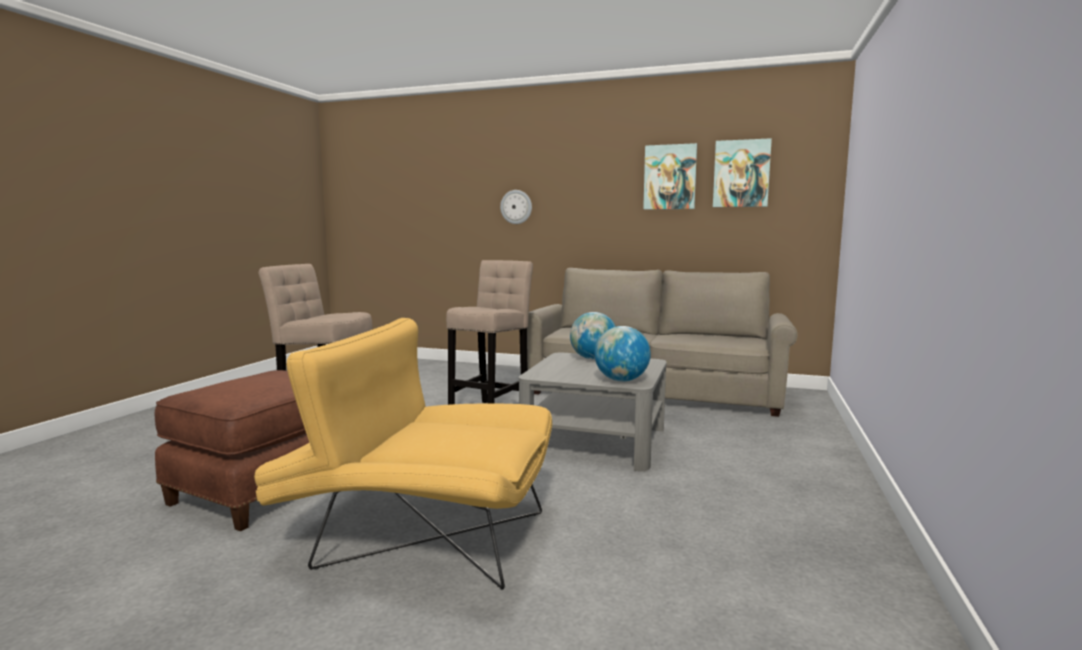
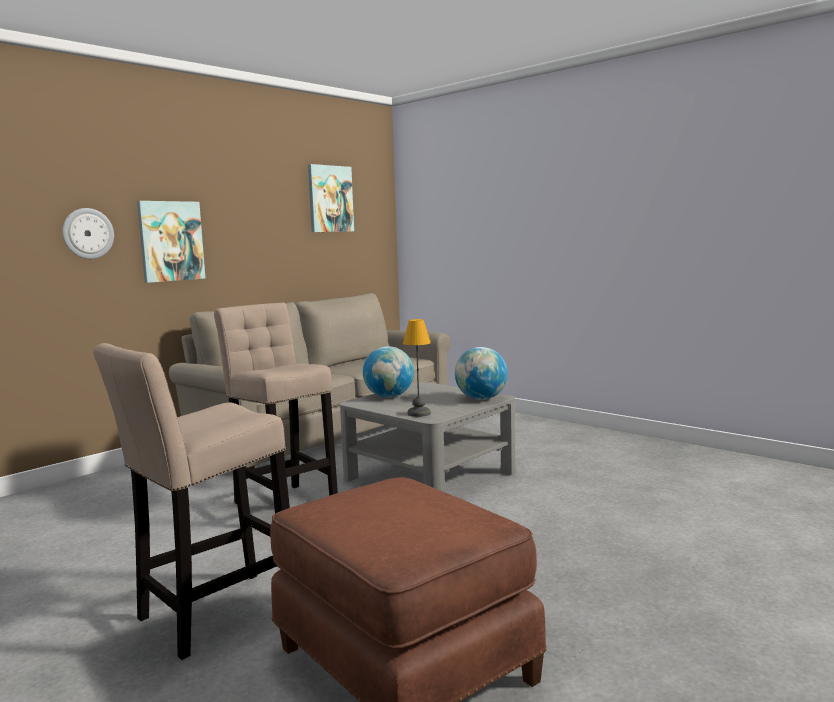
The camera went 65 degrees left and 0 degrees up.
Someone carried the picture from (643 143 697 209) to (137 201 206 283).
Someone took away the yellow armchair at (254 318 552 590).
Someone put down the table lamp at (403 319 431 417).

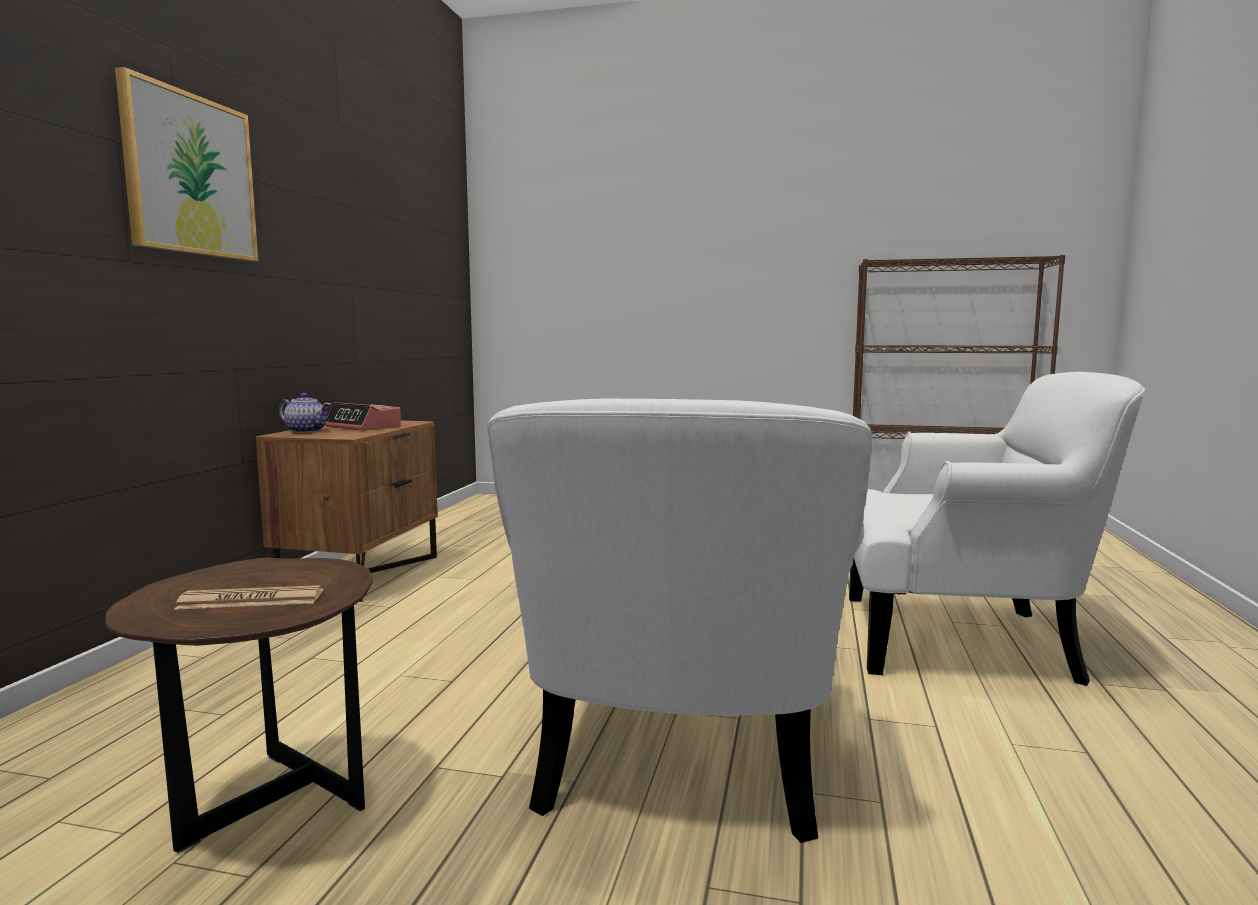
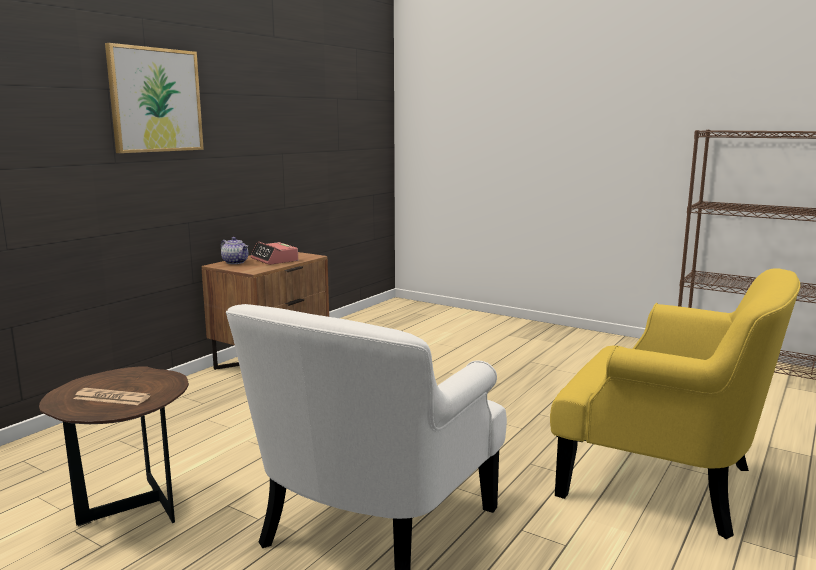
The camera went 20 degrees right and 5 degrees up.
Someone repainted the white armchair at (849 372 1145 686), which became the yellow armchair at (550 268 800 539).

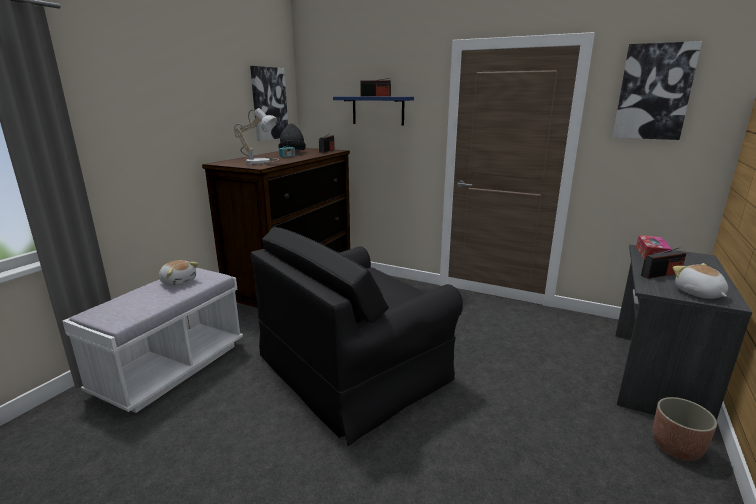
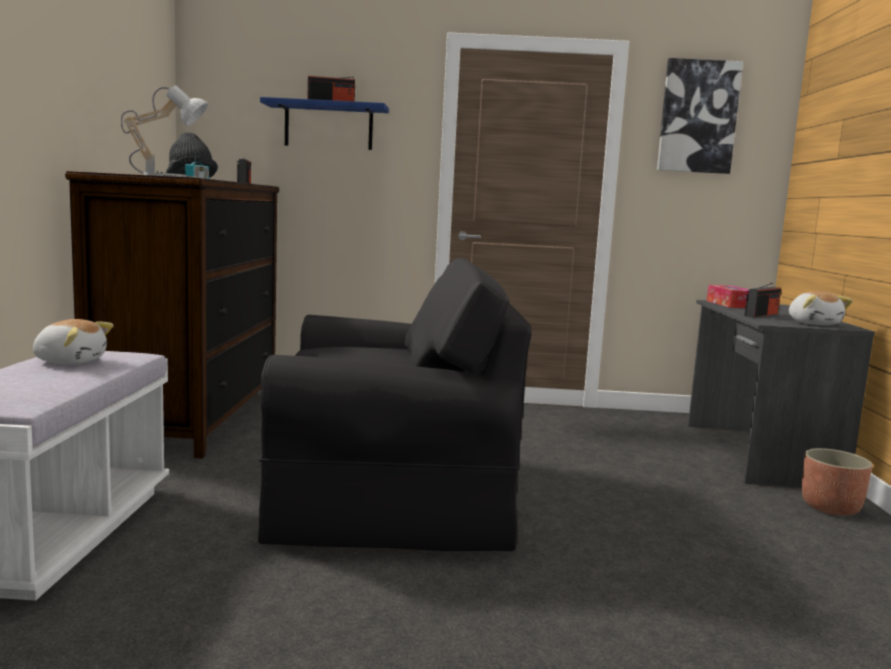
The camera went 25 degrees left and 10 degrees down.
Someone took away the picture at (250 66 288 141).
Someone rotated the black armchair at (250 227 463 446) by 120 degrees counterclockwise.
Someone rotated the plush toy at (673 263 728 299) by 150 degrees counterclockwise.

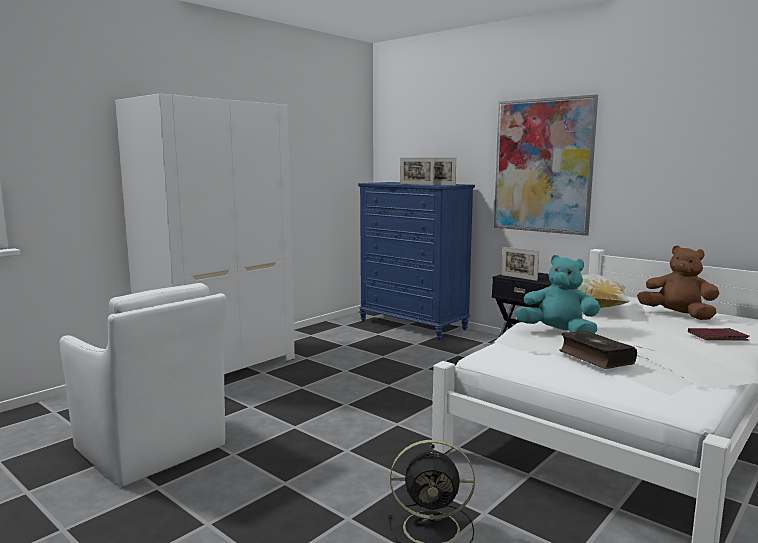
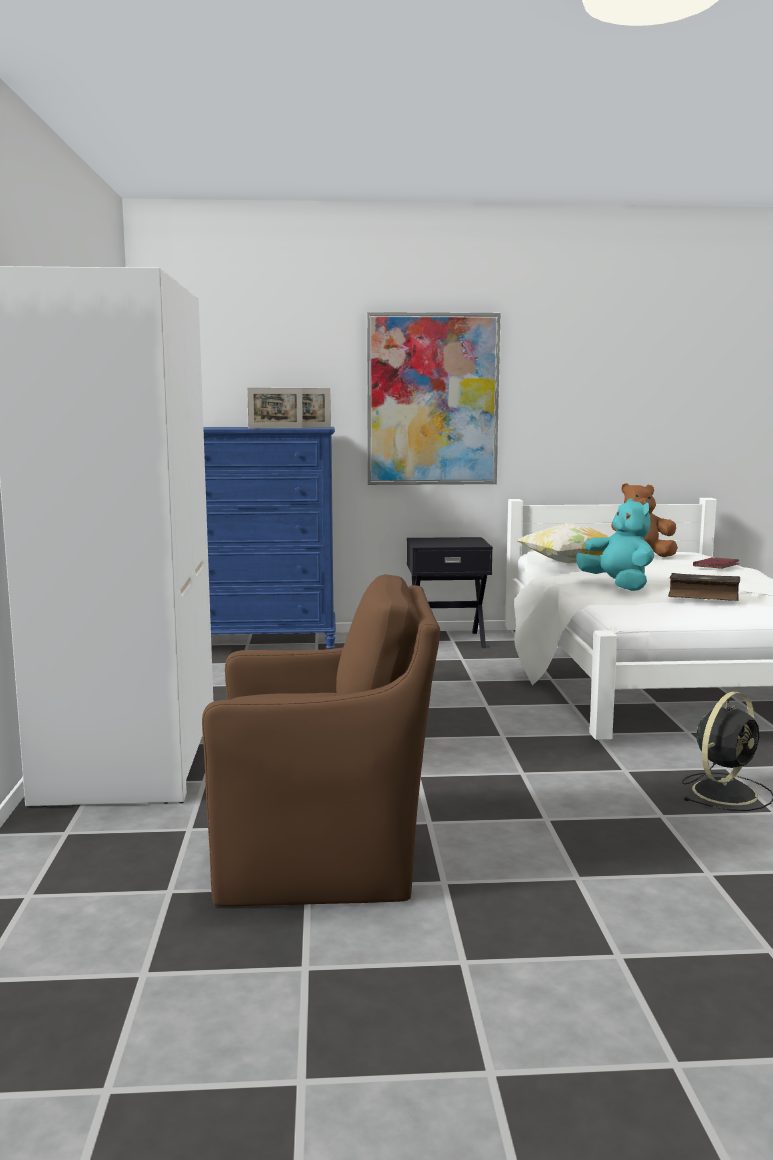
The camera went 45 degrees left and 0 degrees up.
Someone took away the picture frame at (501 247 539 281).
Someone rotated the turquoise plush toy at (515 255 600 334) by 75 degrees clockwise.
Someone repainted the white armchair at (60 283 227 487), which became the brown armchair at (202 574 440 906).

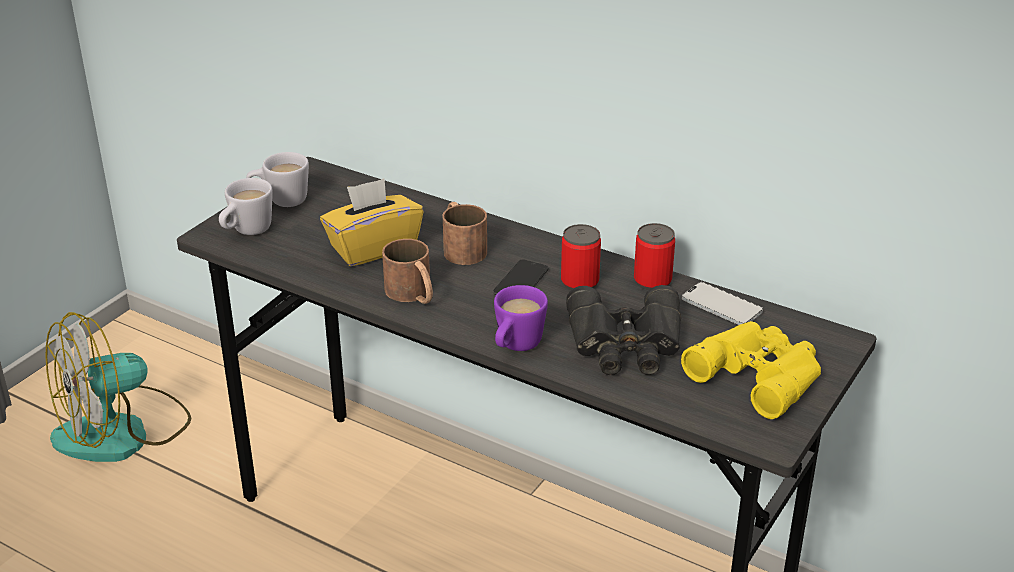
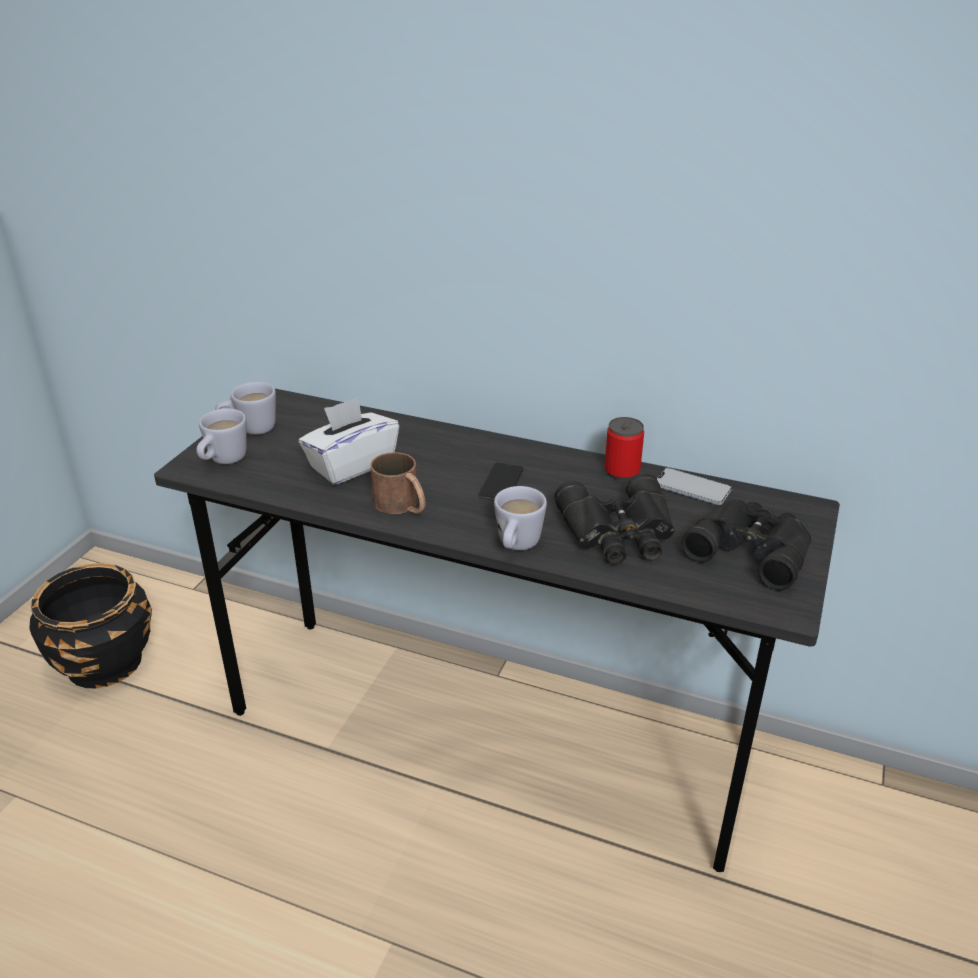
The camera went 10 degrees left and 0 degrees up.
Someone repainted the yellow tissue box at (320 178 424 266), which became the white tissue box at (299 397 399 485).
Someone took away the brown mug at (443 202 487 265).
Someone took away the can at (561 224 601 290).
Someone repainted the purple mug at (494 285 548 351), which became the white mug at (494 486 547 550).
Someone swapped the fan at (46 312 191 462) for the black planter at (29 563 152 689).
Someone repainted the yellow binoculars at (681 321 821 419), which became the black binoculars at (681 499 811 591).

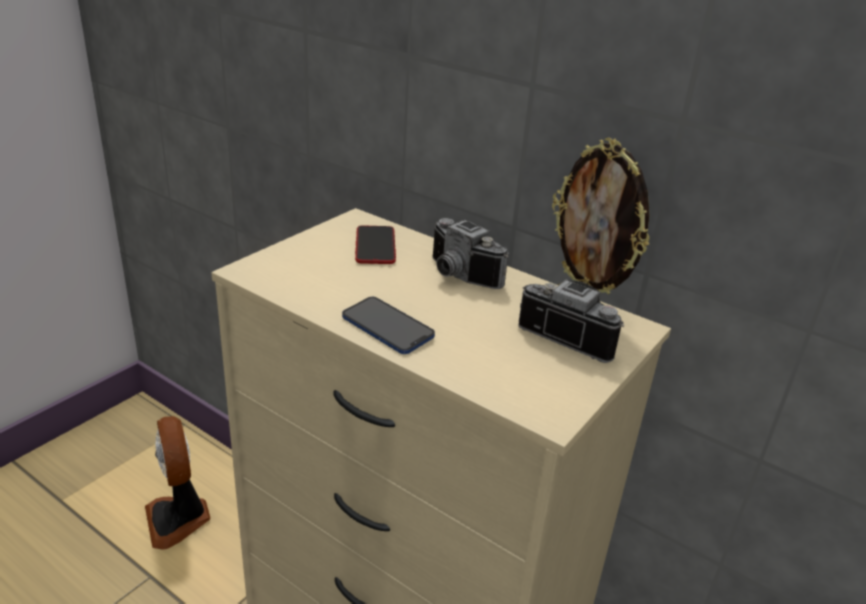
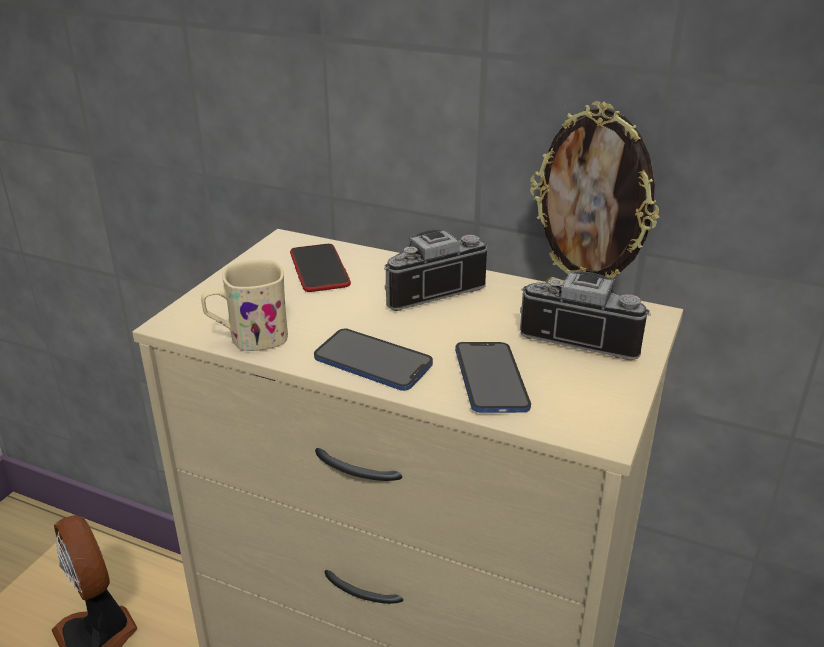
The camera went 10 degrees left and 0 degrees up.
Someone rotated the photo camera at (433 218 508 289) by 120 degrees clockwise.
Someone put down the beige mug at (201 259 288 351).
Someone put down the phone at (455 342 531 413).

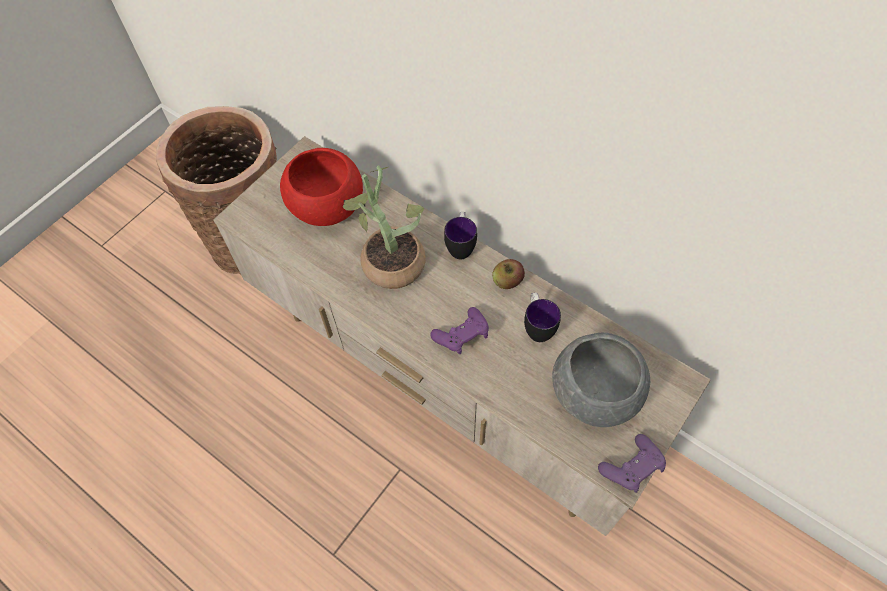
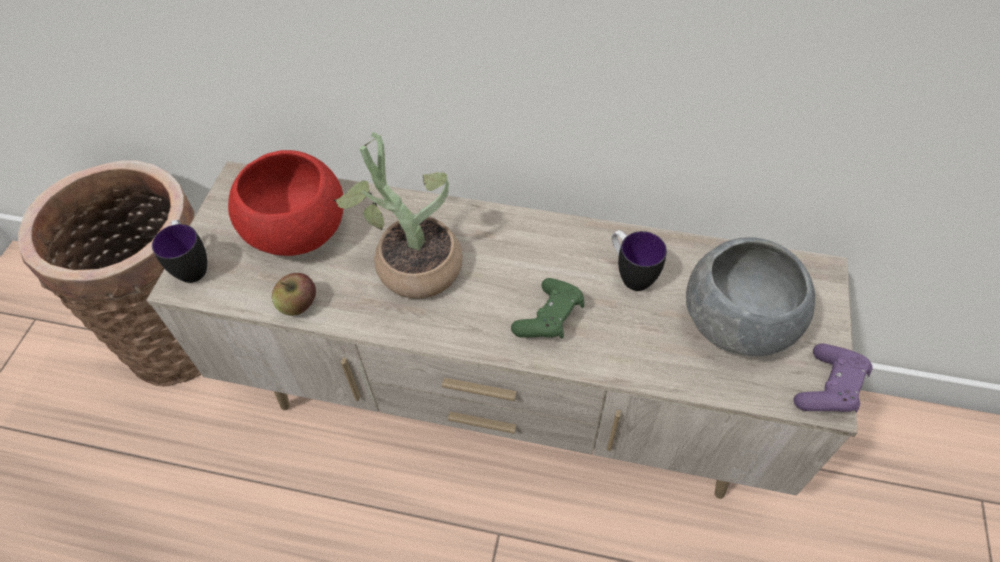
The camera went 25 degrees left and 5 degrees down.
Someone carried the mug from (444 212 477 259) to (152 220 207 283).
Someone carried the apple from (492 259 525 289) to (272 273 316 316).
Someone repainted the purple game controller at (430 307 489 354), which became the green game controller at (511 278 584 338).

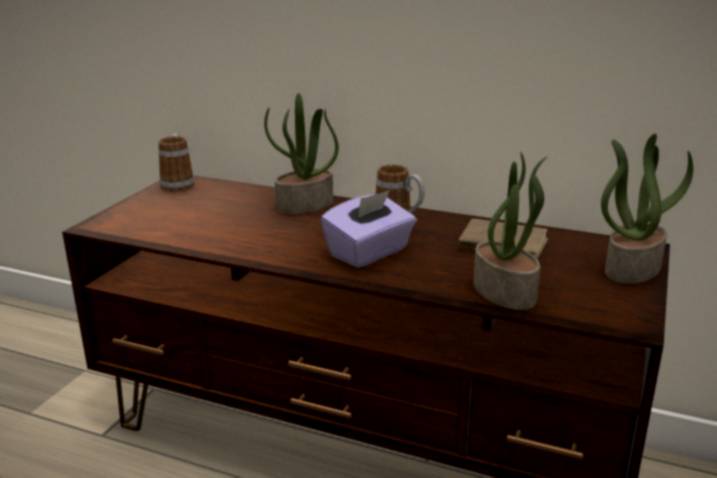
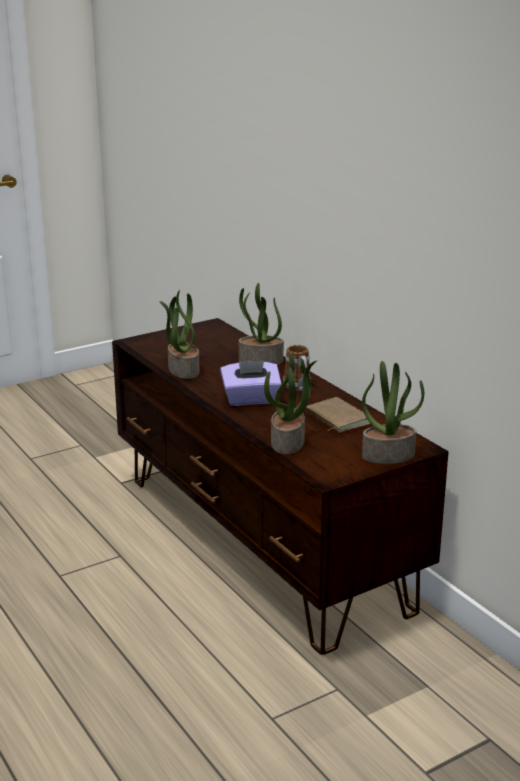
The camera went 35 degrees right and 0 degrees up.
Someone took away the mug at (158 133 195 192).
Someone put down the potted plant at (159 290 200 379).

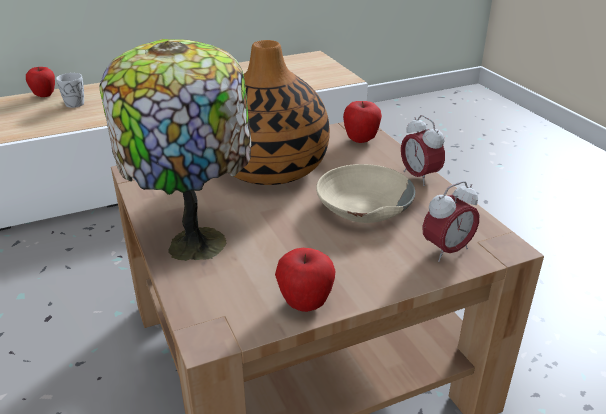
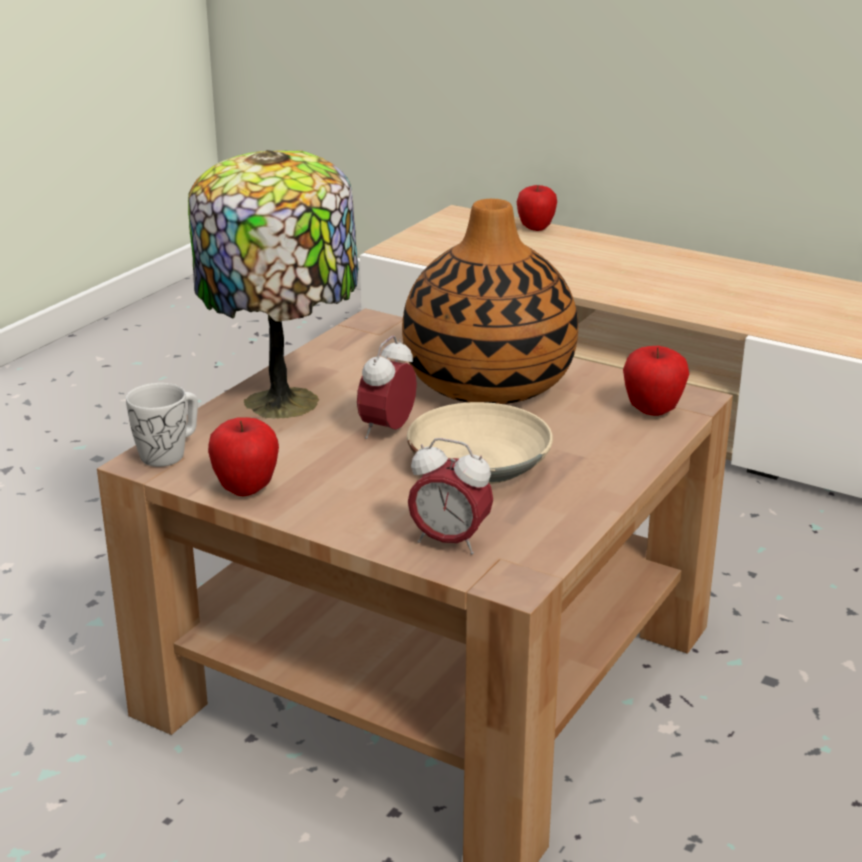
The camera went 55 degrees right and 5 degrees down.
Someone carried the white mug from (56 73 84 108) to (126 383 198 467).
Someone carried the alarm clock from (401 115 445 186) to (357 336 417 439).

